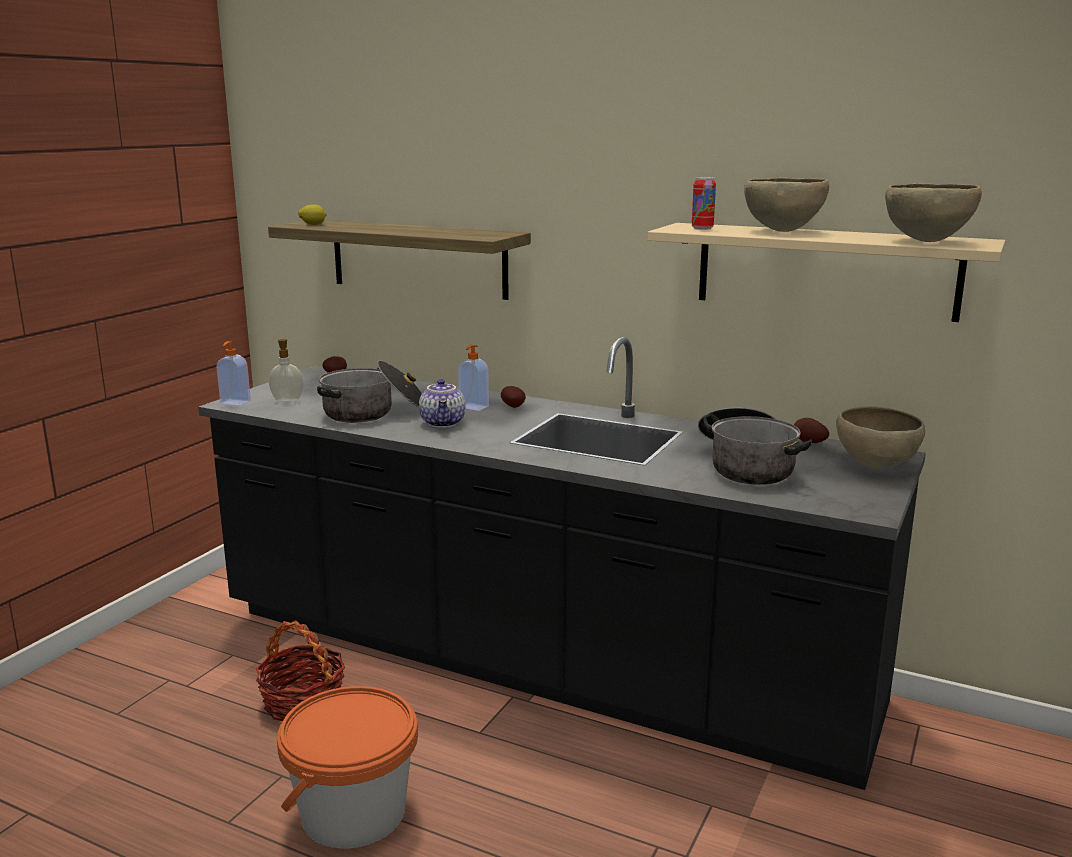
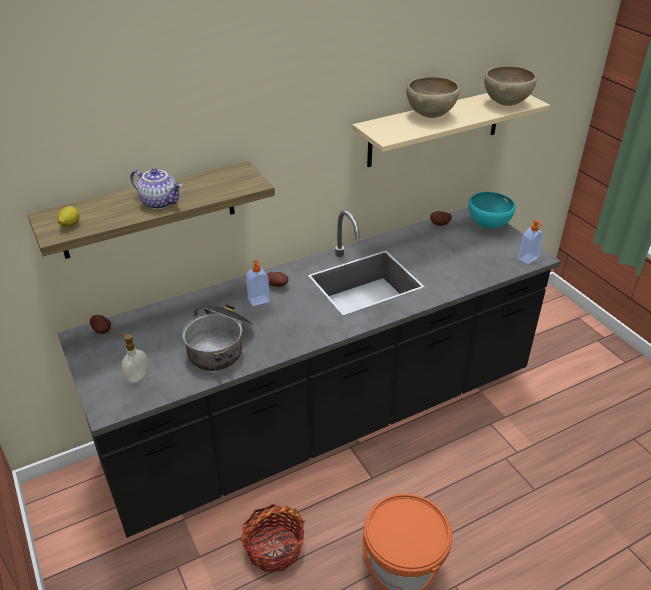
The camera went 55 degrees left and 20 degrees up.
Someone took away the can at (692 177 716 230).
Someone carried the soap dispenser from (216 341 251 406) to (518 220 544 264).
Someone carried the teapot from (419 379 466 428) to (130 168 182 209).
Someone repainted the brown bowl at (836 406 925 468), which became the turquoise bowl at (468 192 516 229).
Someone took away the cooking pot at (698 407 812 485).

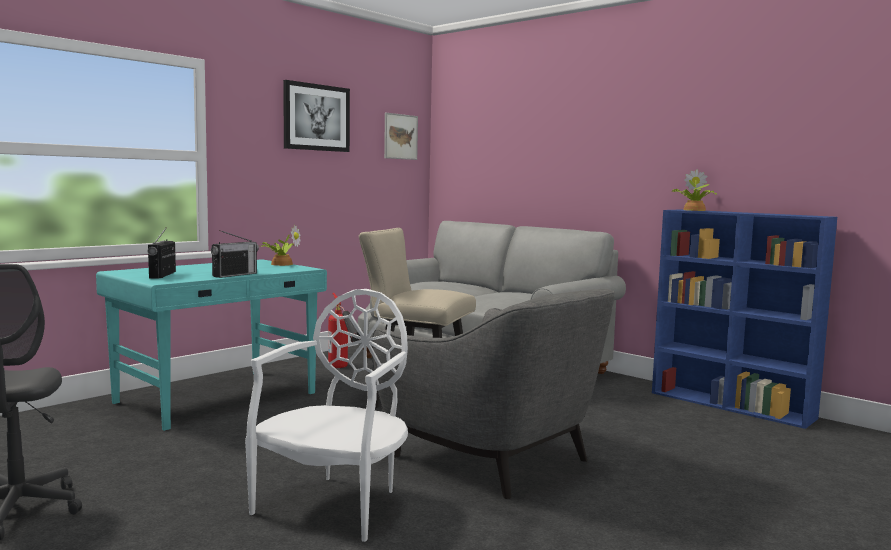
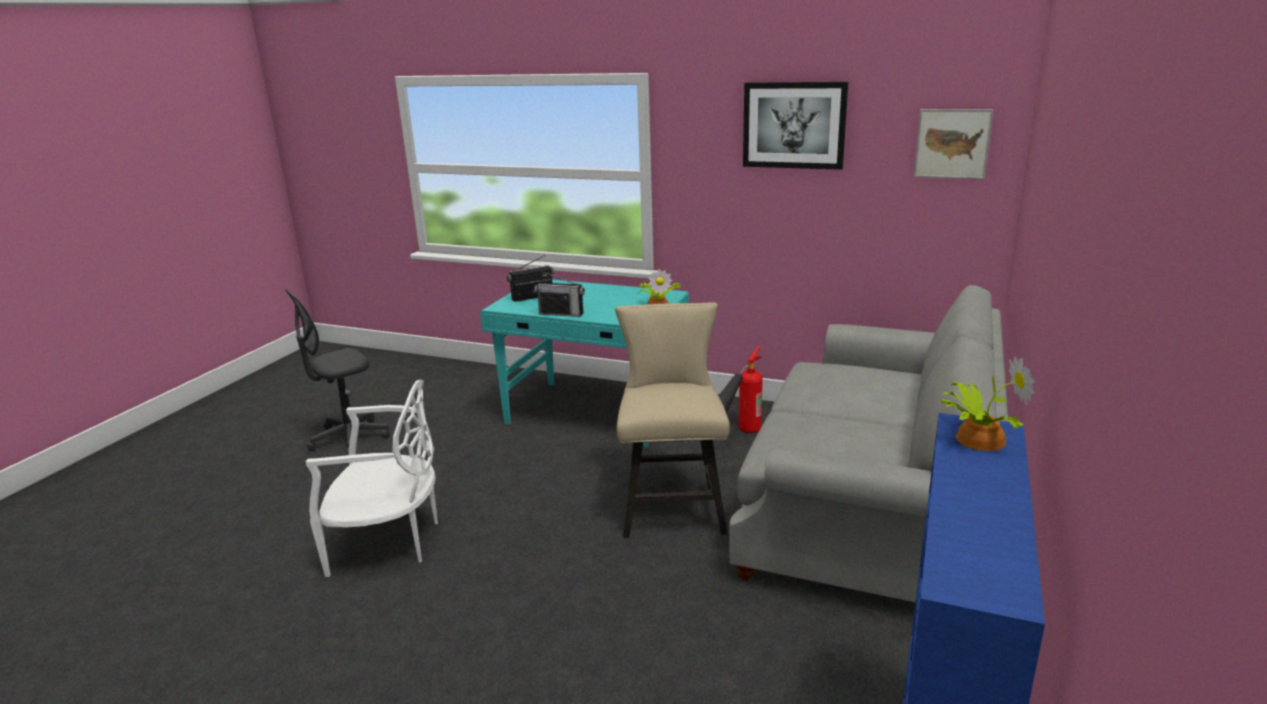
The camera went 70 degrees right and 15 degrees up.
Someone took away the grey armchair at (371 289 615 499).

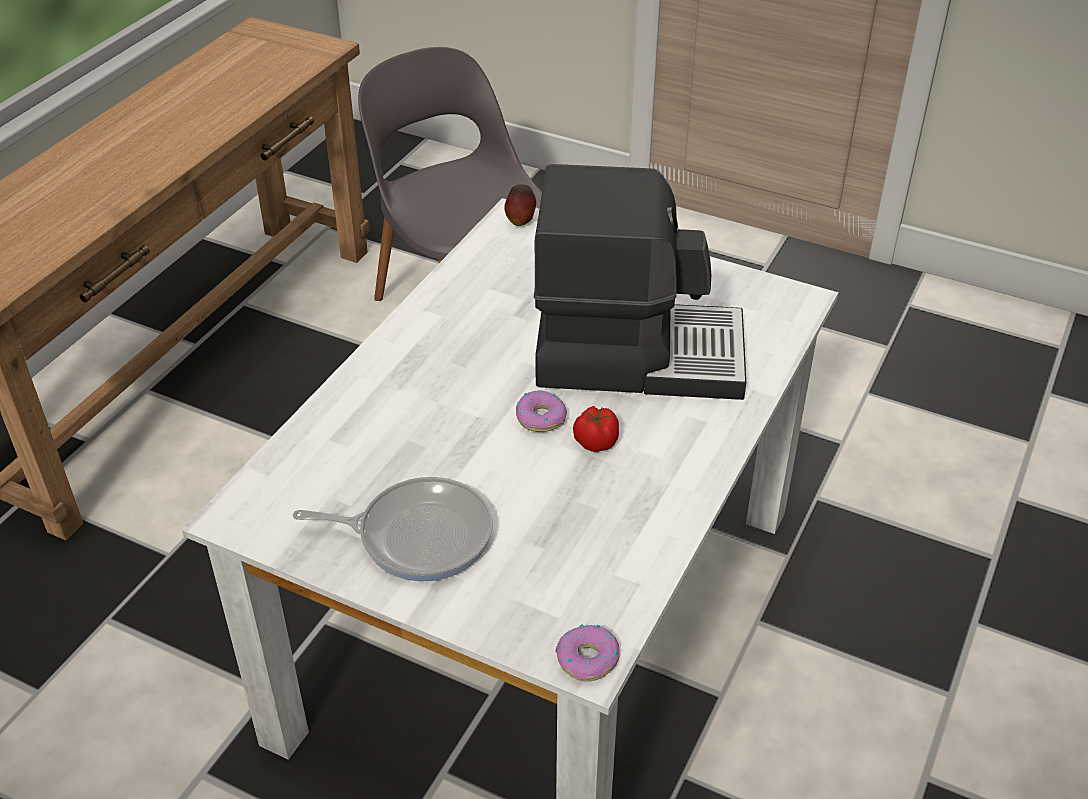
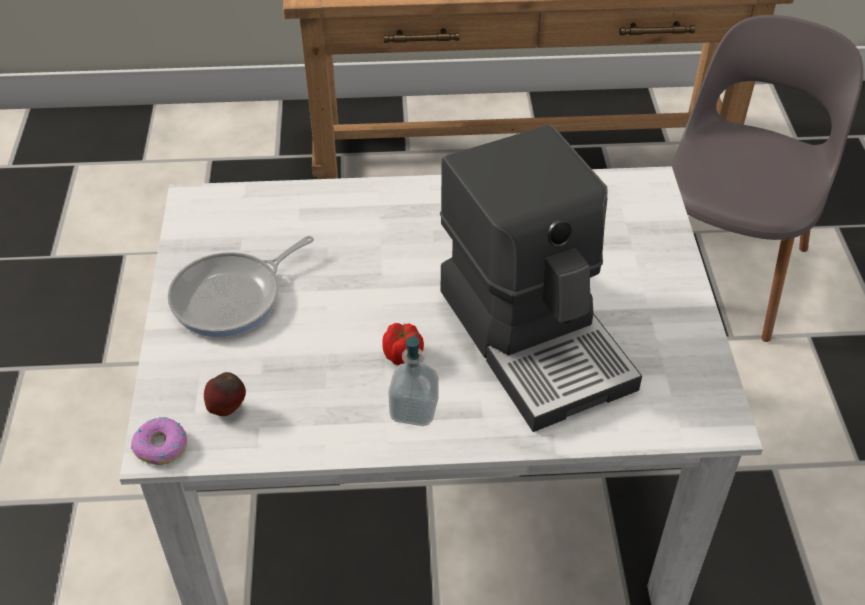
The camera went 60 degrees right and 5 degrees up.
Someone carried the apple from (504 185 536 226) to (204 372 246 416).
Someone took away the donut at (516 390 567 432).
Someone rotated the frying pan at (293 477 493 582) by 75 degrees clockwise.
Someone put down the soap dispenser at (388 332 439 426).

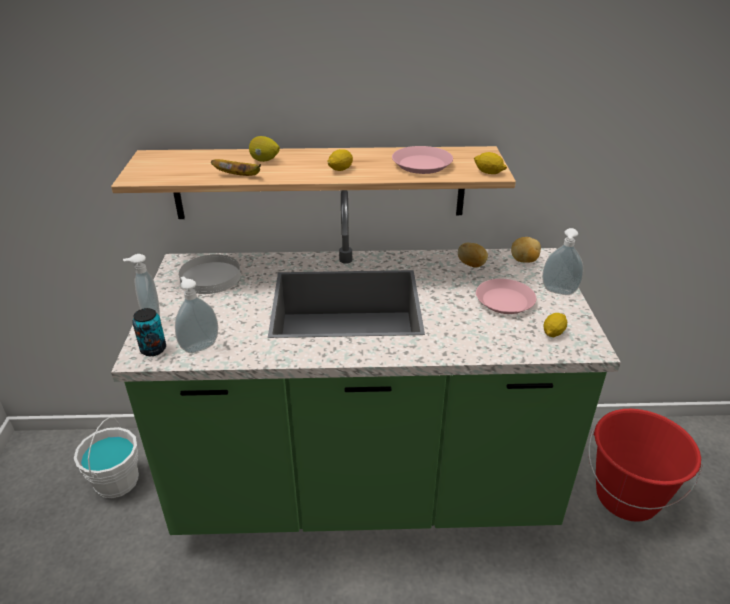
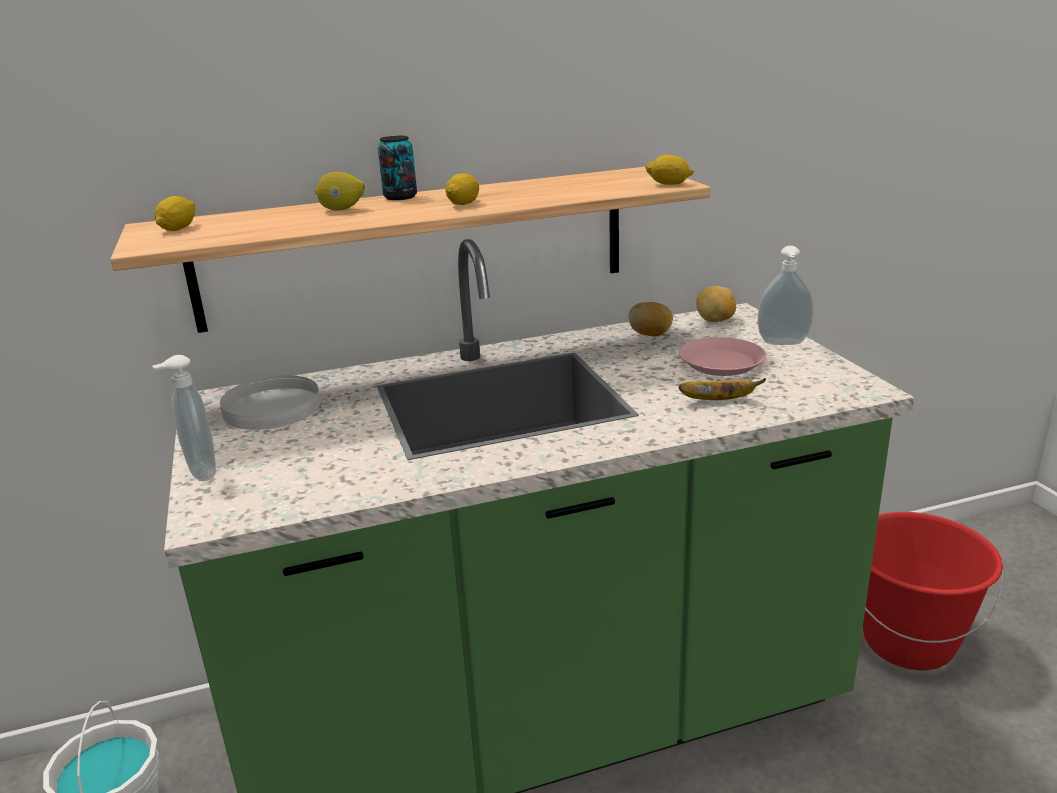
The camera went 15 degrees left and 10 degrees down.
Someone took away the pink plate at (392 146 453 174).
Someone carried the banana from (211 159 261 176) to (679 378 766 400).
Someone took away the soap dispenser at (175 276 218 353).
Someone carried the can from (132 308 166 356) to (378 136 417 200).
Someone carried the lemon from (543 313 567 337) to (154 196 195 231).

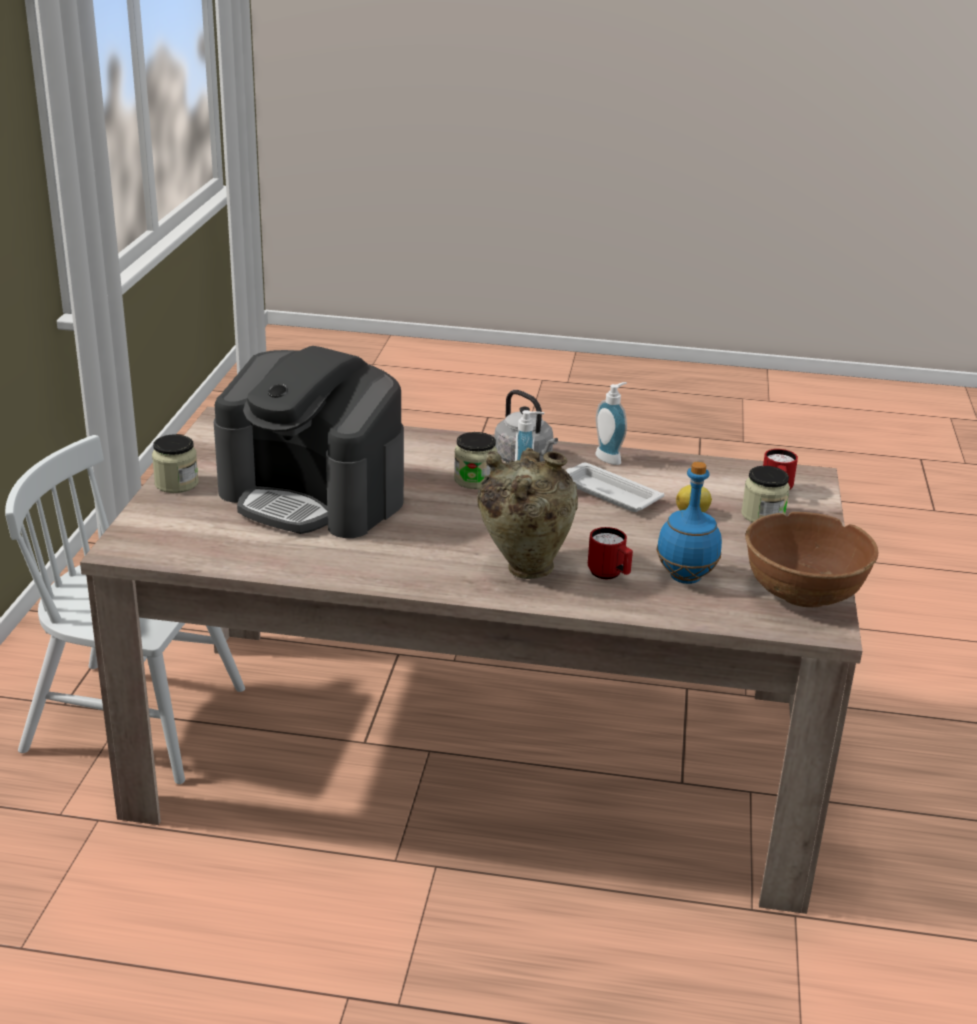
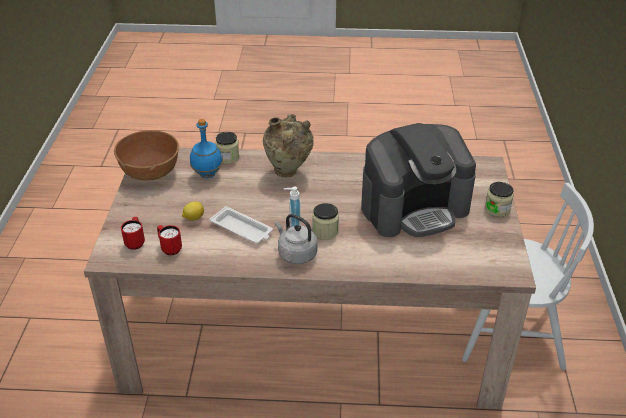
The camera went 175 degrees right and 10 degrees up.
Someone rotated the coffee machine at (214 346 404 538) by 135 degrees clockwise.
Someone took away the soap dispenser at (595 382 627 465).
Someone carried the jar from (741 466 790 523) to (215 132 239 164).
Someone carried the red mug from (588 527 633 579) to (157 225 182 255).

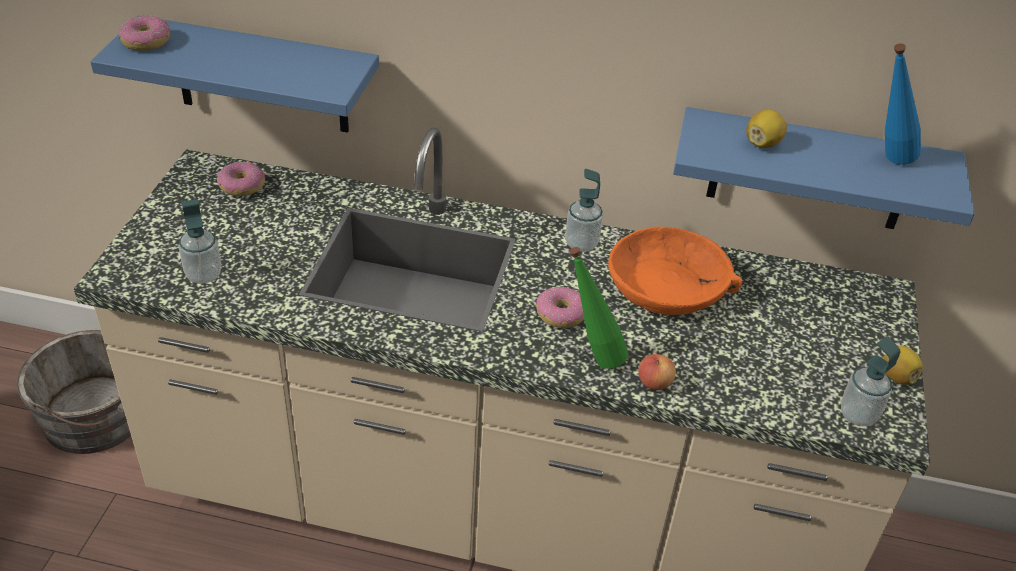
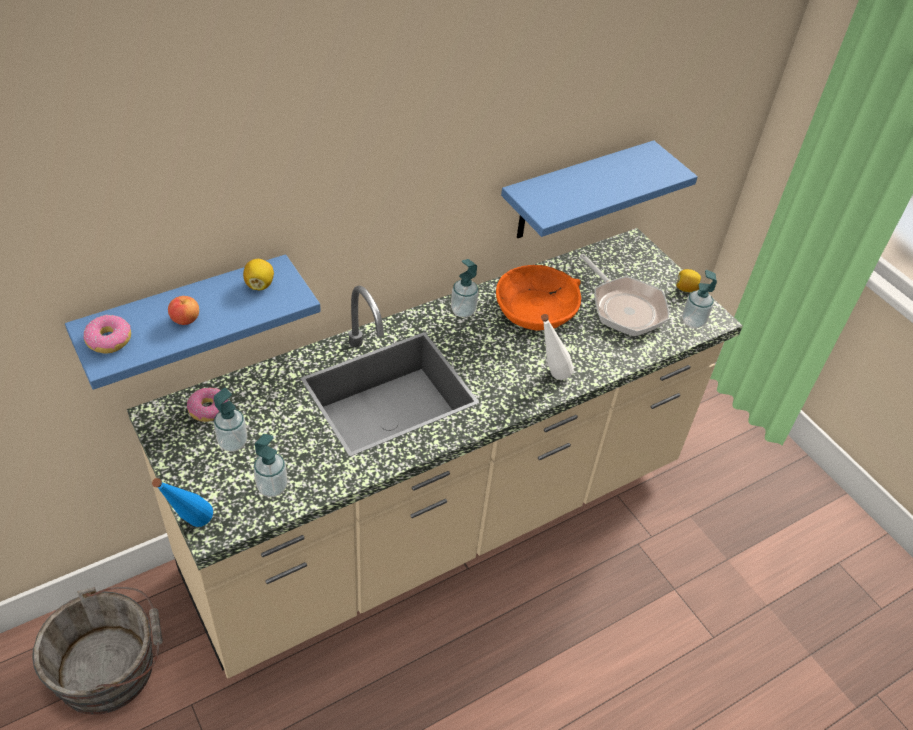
The camera went 45 degrees left and 5 degrees up.
Someone carried the blue bottle from (885 43 921 165) to (152 478 213 527).
Someone carried the lemon from (746 109 787 148) to (243 259 274 290).
Someone repainted the green bottle at (569 247 628 369), which became the white bottle at (541 314 574 380).
Someone took away the donut at (536 286 584 328).
Someone carried the apple from (638 354 676 390) to (168 296 199 325).
Someone put down the frying pan at (580 254 669 336).
Someone put down the soap dispenser at (214 388 247 452).

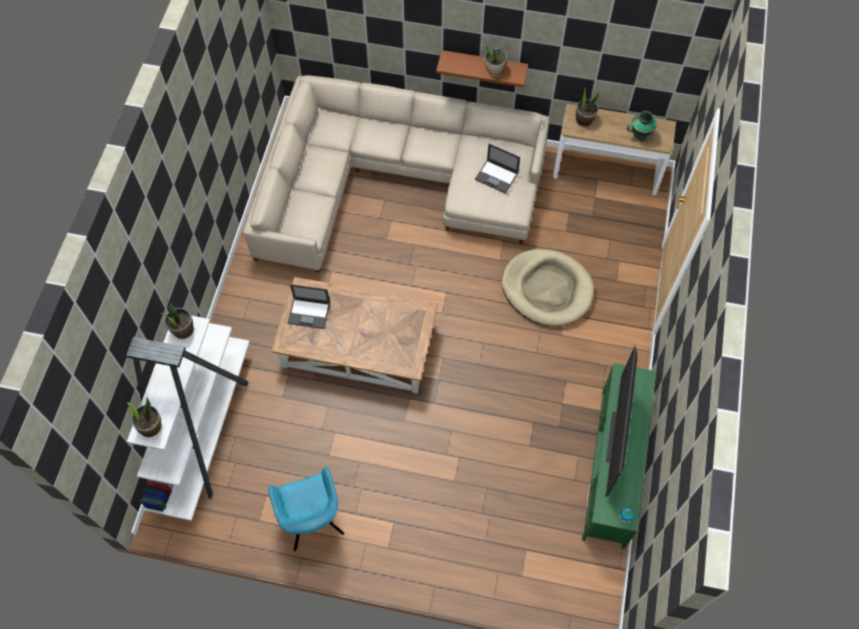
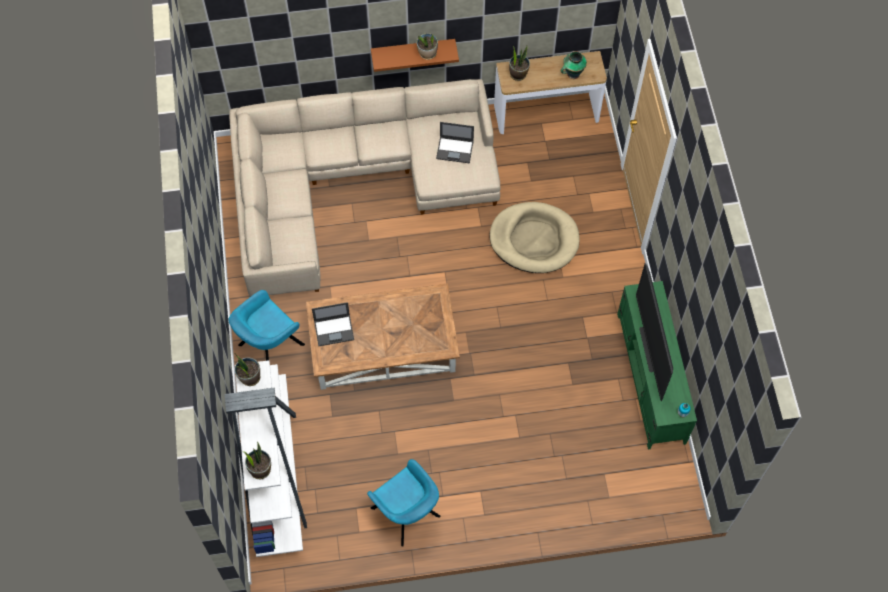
The camera went 20 degrees left and 0 degrees up.
Someone put down the turquoise armchair at (228 290 305 361).

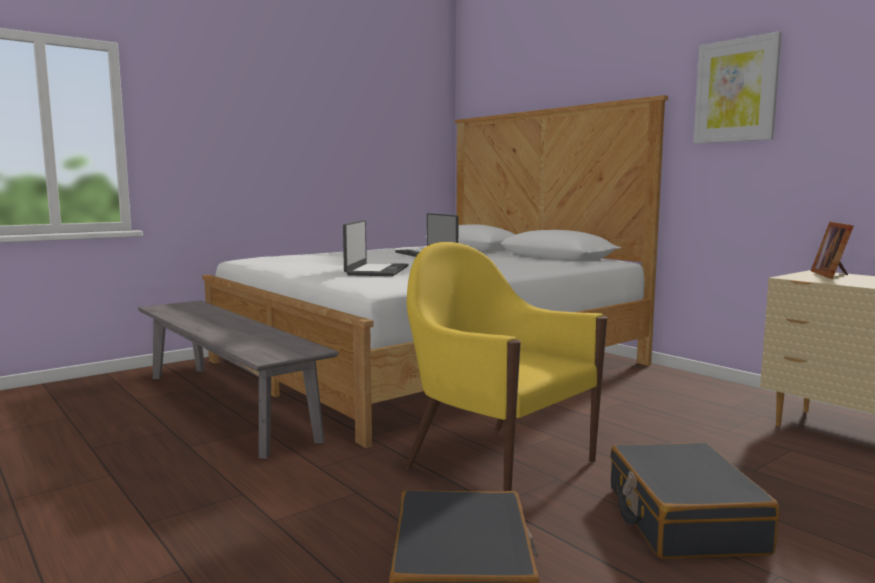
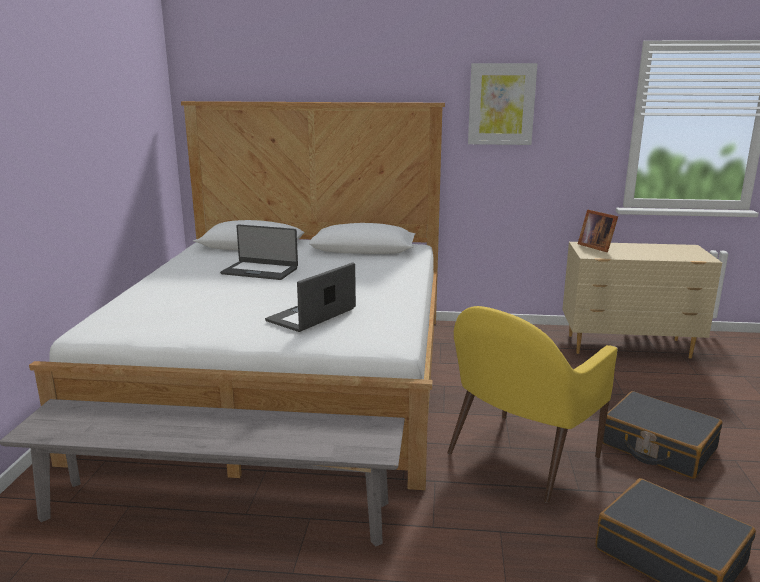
The camera went 45 degrees left and 10 degrees up.
Someone rotated the laptop at (343 220 409 276) by 105 degrees counterclockwise.
Someone rotated the yellow armchair at (406 242 607 491) by 45 degrees counterclockwise.

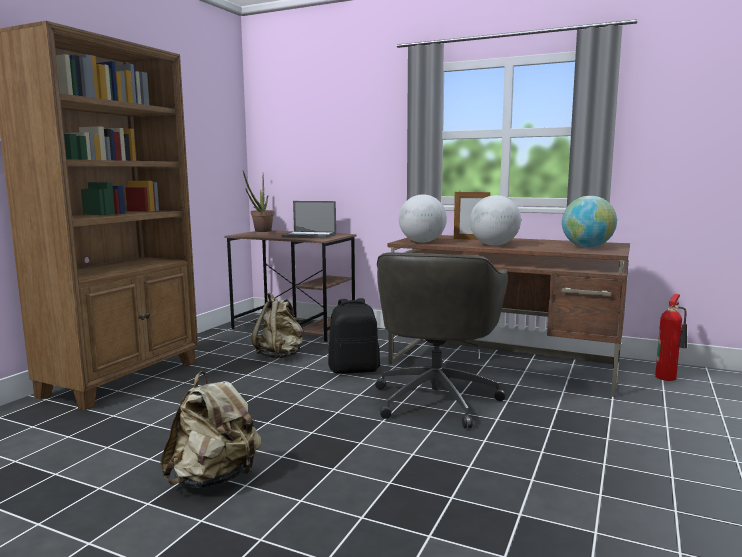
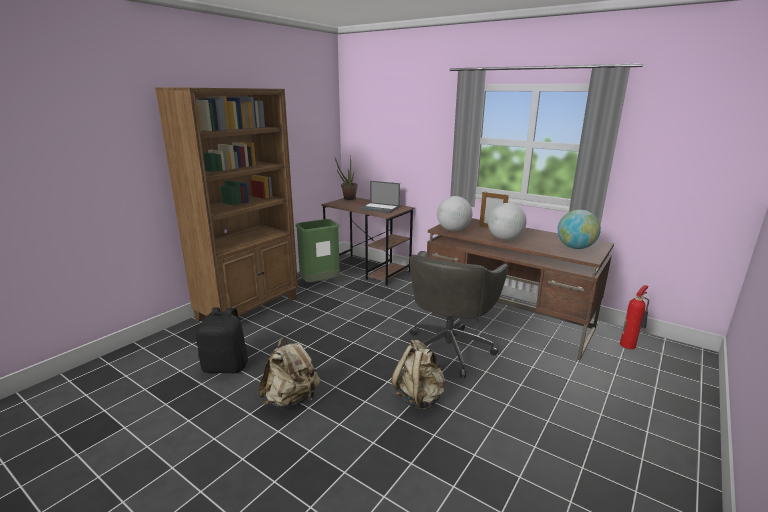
The camera went 10 degrees right and 10 degrees up.
Someone carried the beige backpack from (252 293 303 359) to (391 340 446 410).
Someone carried the black backpack from (328 298 380 374) to (196 307 248 373).
Someone put down the green trash can at (296 219 340 282).

